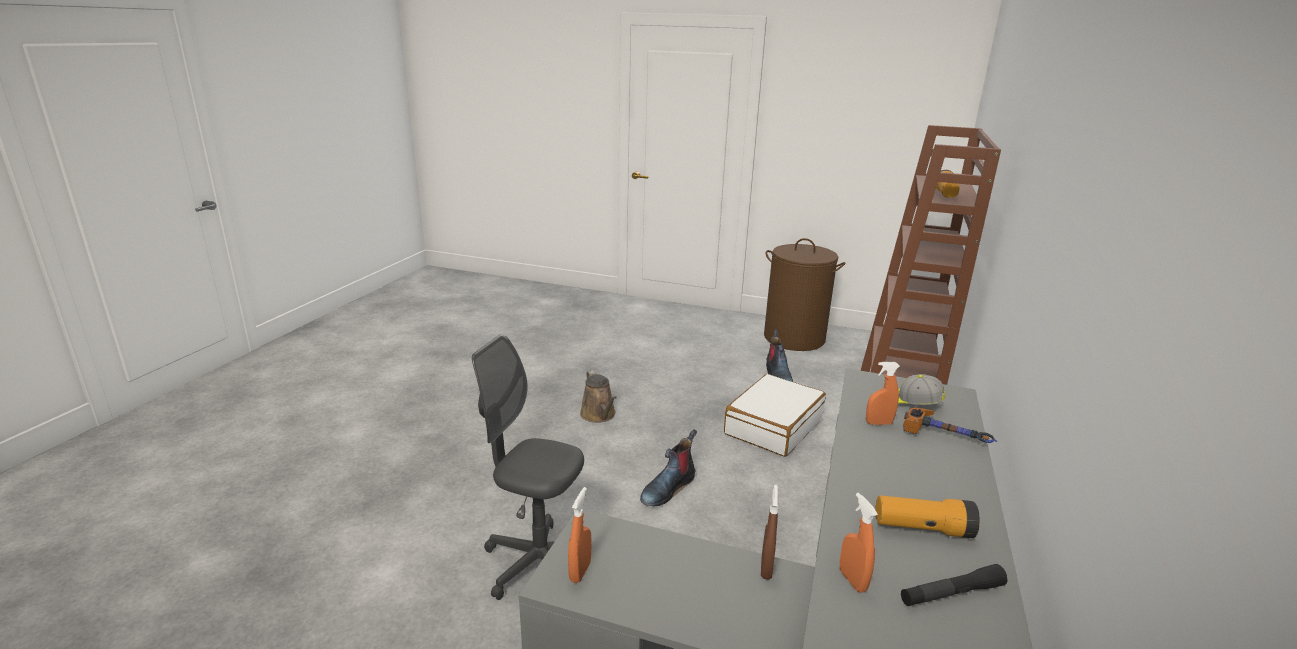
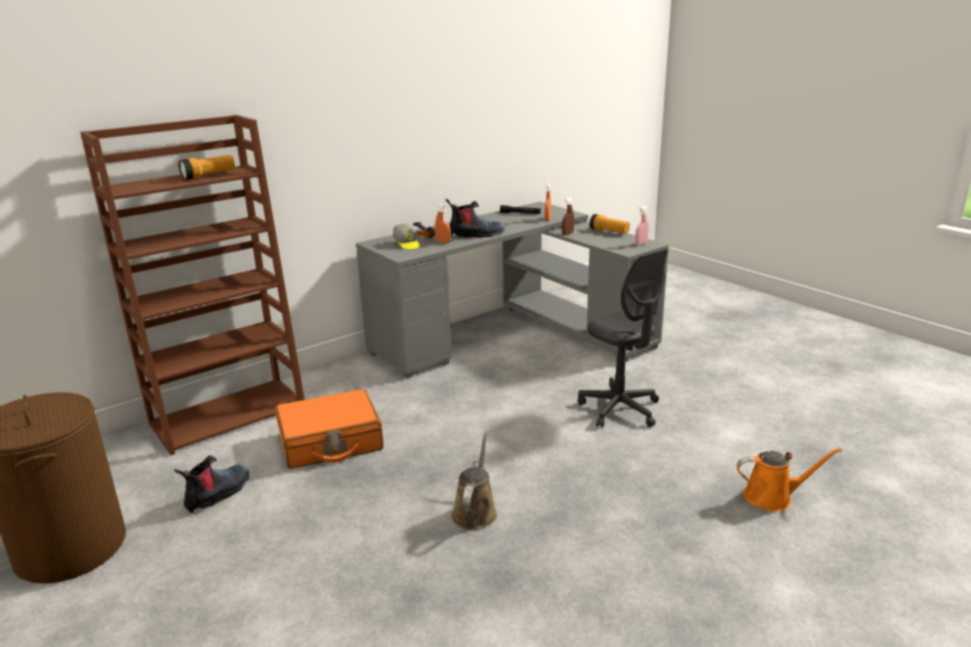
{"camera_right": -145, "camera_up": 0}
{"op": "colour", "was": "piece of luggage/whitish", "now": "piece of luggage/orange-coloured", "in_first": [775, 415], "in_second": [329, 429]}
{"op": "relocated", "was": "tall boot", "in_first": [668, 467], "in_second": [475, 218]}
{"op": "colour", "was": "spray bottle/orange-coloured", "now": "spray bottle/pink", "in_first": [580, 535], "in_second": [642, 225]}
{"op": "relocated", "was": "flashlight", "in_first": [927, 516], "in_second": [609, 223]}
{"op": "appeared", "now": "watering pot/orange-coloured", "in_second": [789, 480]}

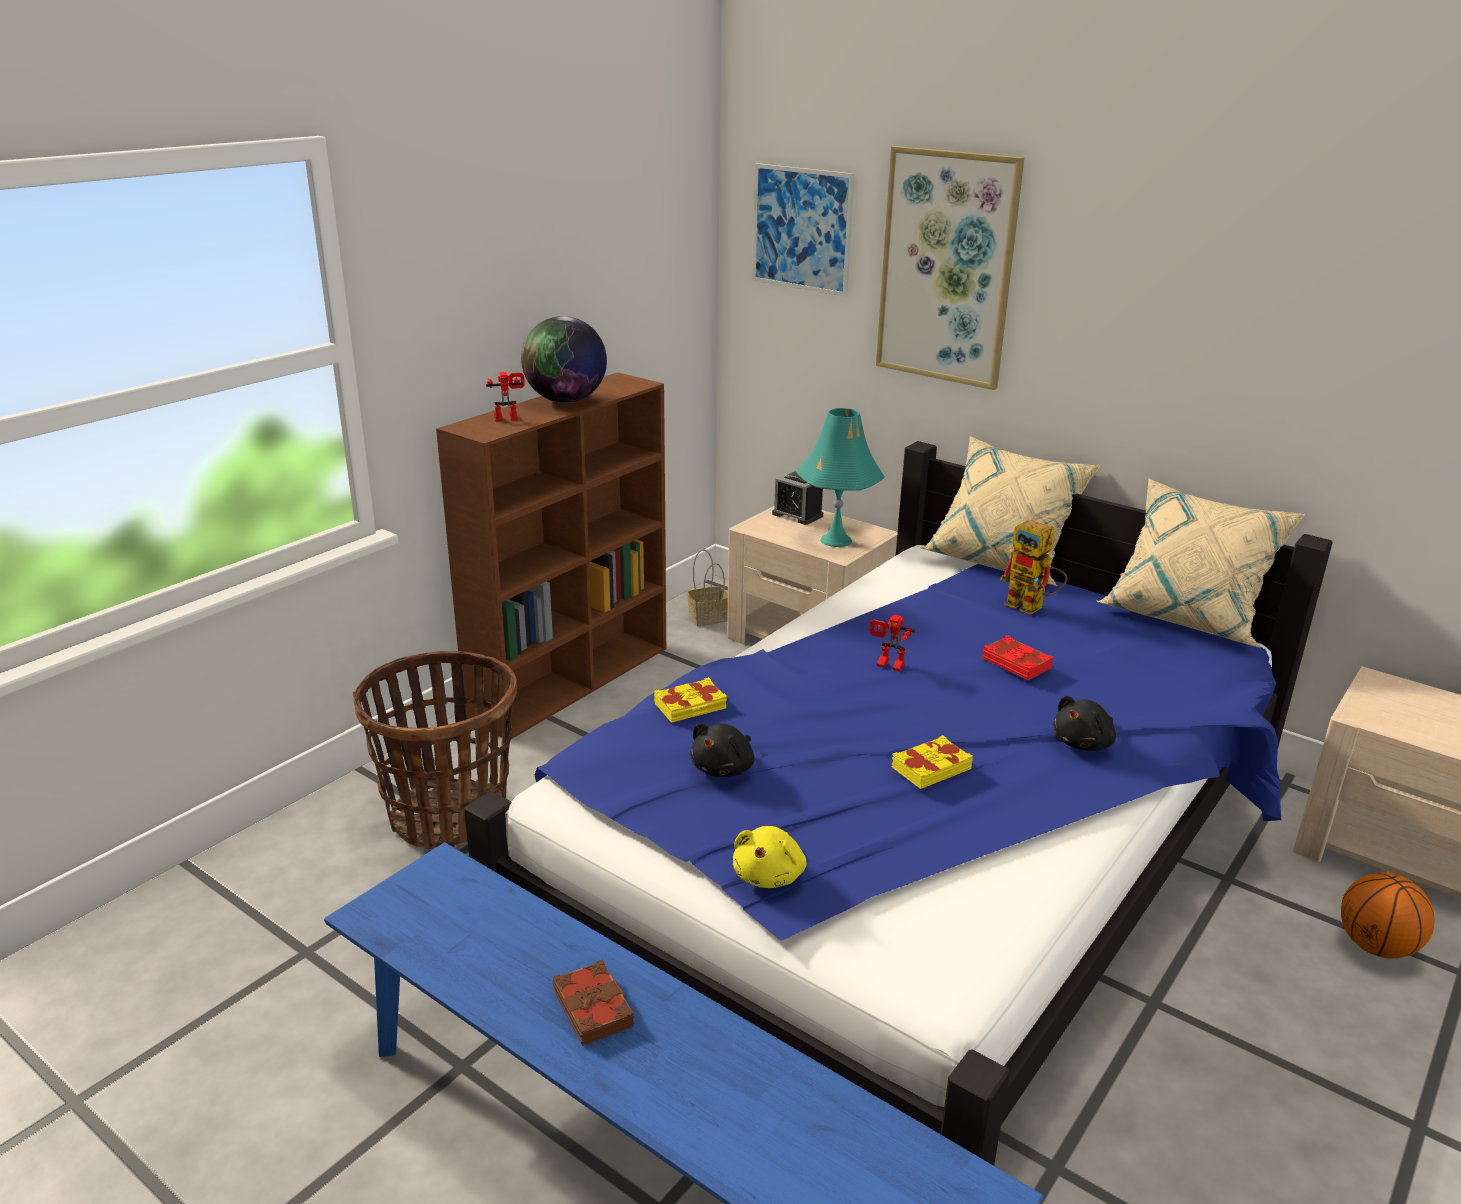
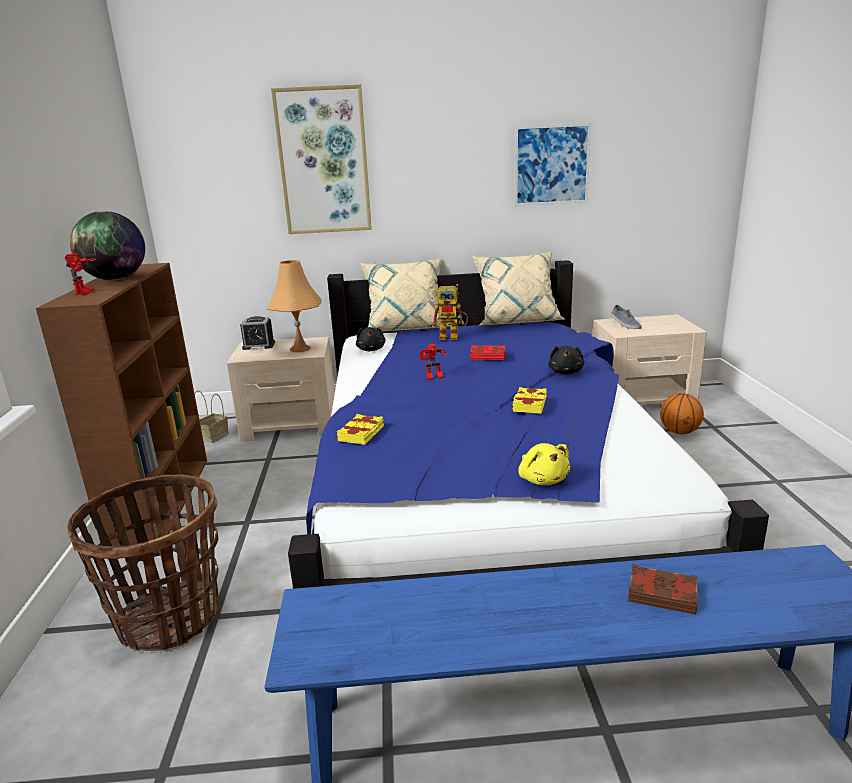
{"camera_right": -40, "camera_up": -5}
{"op": "relocated", "was": "picture", "in_first": [803, 230], "in_second": [553, 164]}
{"op": "spun", "was": "robot figure", "in_first": [505, 397], "in_second": [80, 274], "clockwise": 135}
{"op": "colour", "was": "tabletop lamp/turquoise", "now": "tabletop lamp/orange-coloured", "in_first": [840, 477], "in_second": [294, 306]}
{"op": "relocated", "was": "soft toy/blackish", "in_first": [722, 750], "in_second": [371, 339]}
{"op": "relocated", "was": "volume/brownish", "in_first": [593, 1002], "in_second": [663, 589]}
{"op": "appeared", "now": "item of footwear", "in_second": [626, 317]}

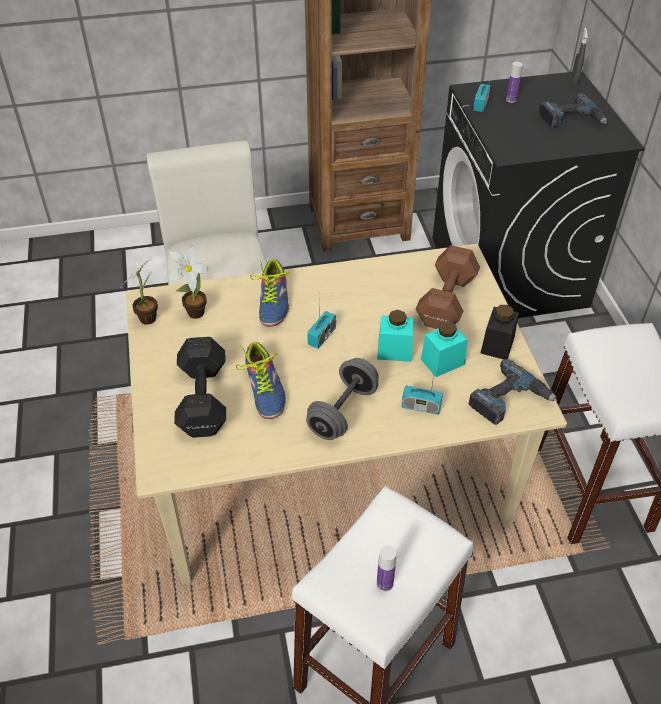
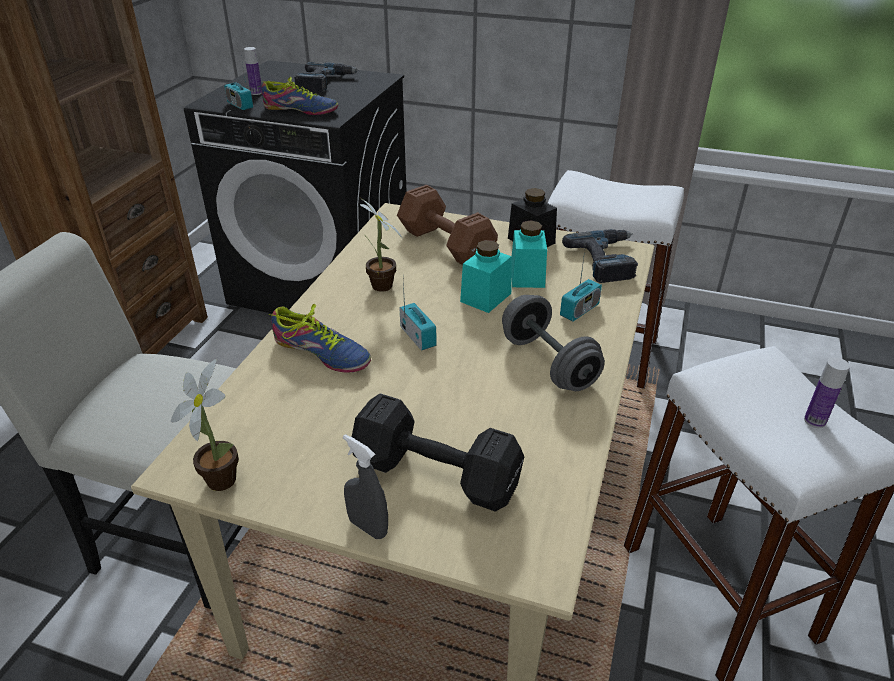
{"camera_right": -60, "camera_up": -10}
{"op": "relocated", "was": "spray bottle/greyish", "in_first": [580, 56], "in_second": [365, 486]}
{"op": "relocated", "was": "houseplant", "in_first": [189, 282], "in_second": [380, 244]}
{"op": "relocated", "was": "item of footwear", "in_first": [260, 380], "in_second": [299, 96]}

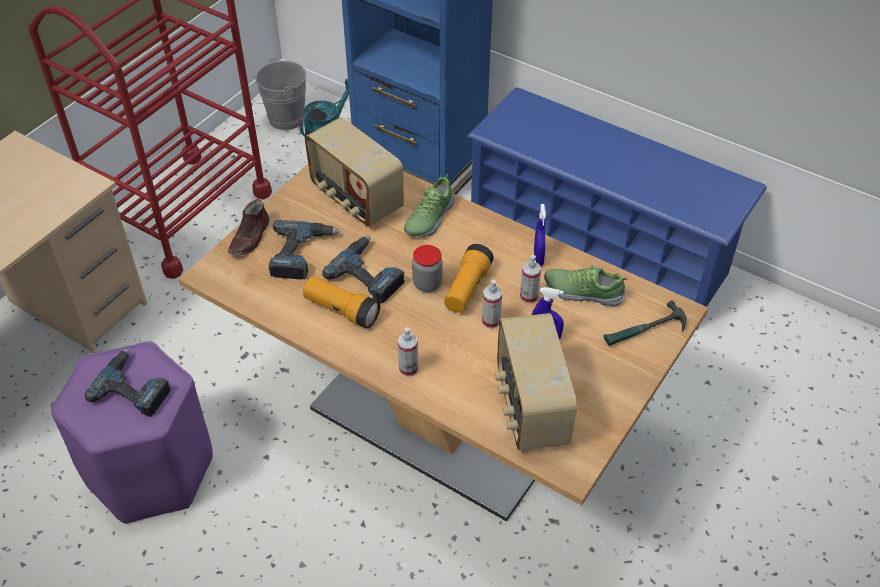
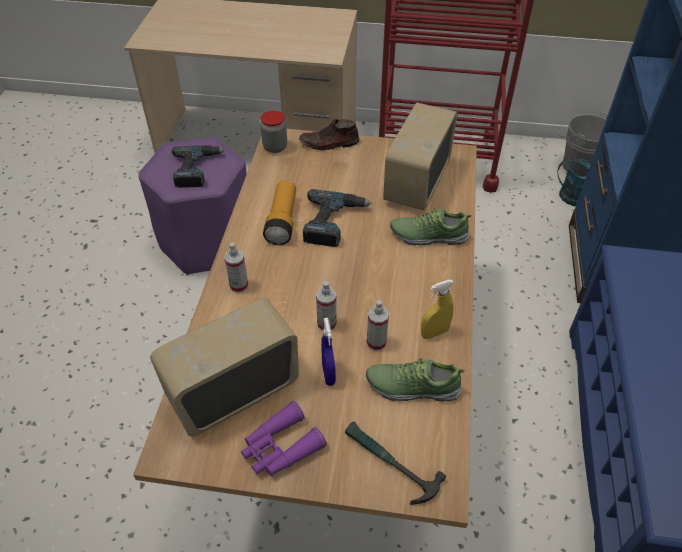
{"camera_right": 65, "camera_up": 0}
{"op": "colour", "was": "spray bottle/blue-coloured", "now": "spray bottle/yellow", "in_first": [540, 235], "in_second": [437, 309]}
{"op": "missing", "was": "power drill", "in_first": [304, 250]}
{"op": "missing", "was": "flashlight", "in_first": [469, 278]}
{"op": "relocated", "was": "jar", "in_first": [427, 268], "in_second": [273, 132]}
{"op": "spun", "was": "item of footwear", "in_first": [586, 285], "in_second": [415, 380], "clockwise": -75}
{"op": "appeared", "now": "field glasses/purple", "in_second": [284, 438]}

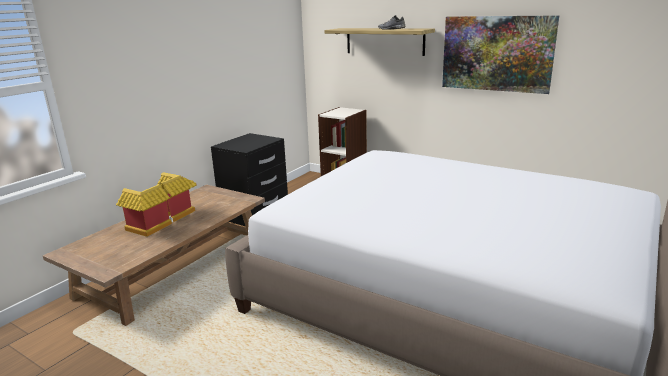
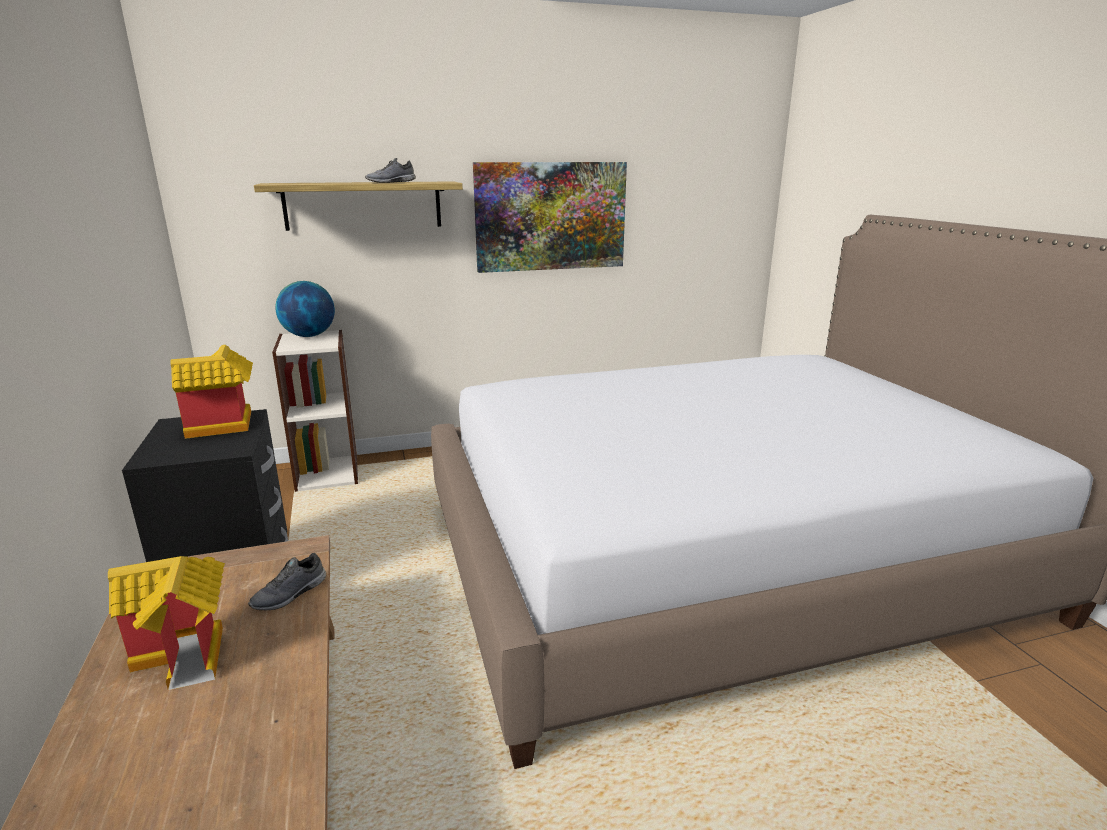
{"camera_right": -50, "camera_up": 0}
{"op": "relocated", "was": "toy house", "in_first": [144, 210], "in_second": [211, 392]}
{"op": "appeared", "now": "world globe", "in_second": [305, 309]}
{"op": "appeared", "now": "item of footwear/greyish", "in_second": [287, 581]}

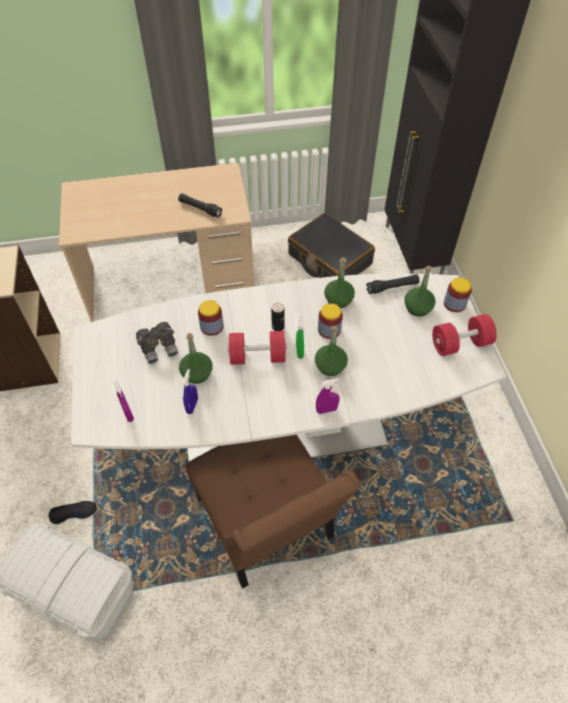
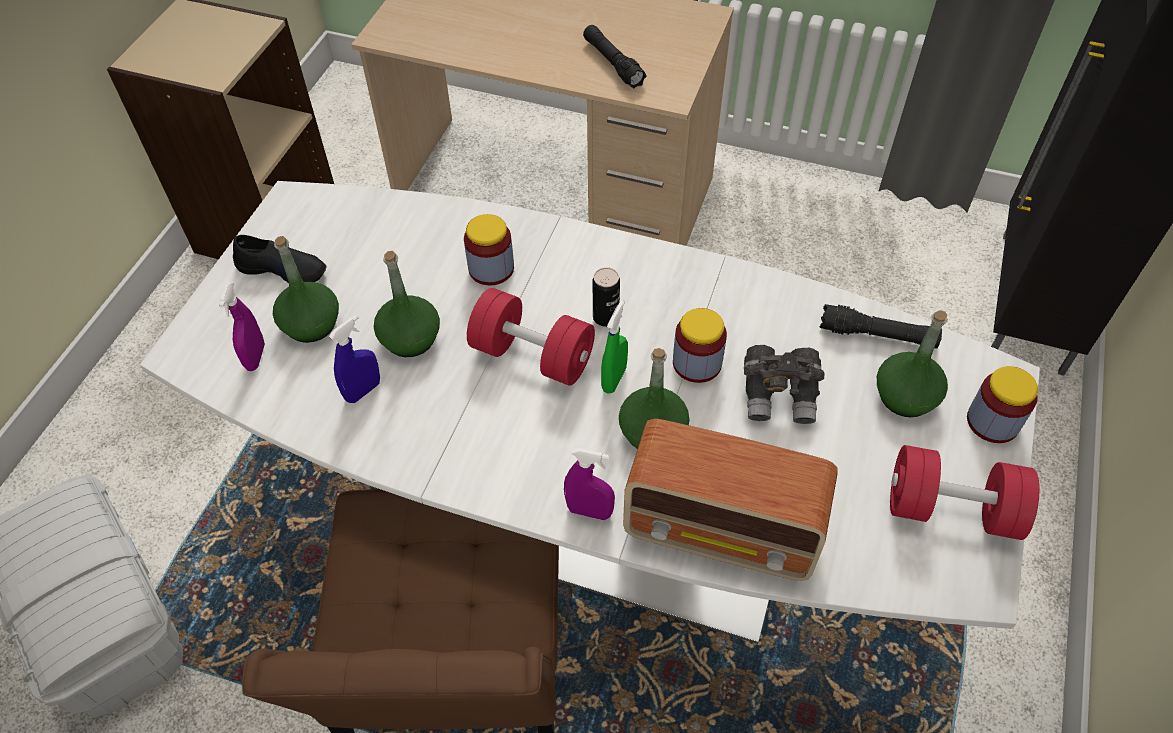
{"camera_right": 30, "camera_up": 0}
{"op": "missing", "was": "piece of luggage/blackish", "in_first": [331, 245]}
{"op": "relocated", "was": "bottle/green-coloured", "in_first": [339, 282], "in_second": [306, 289]}
{"op": "relocated", "was": "field glasses/greyish", "in_first": [157, 343], "in_second": [784, 384]}
{"op": "relocated", "was": "item of footwear/blackish", "in_first": [73, 512], "in_second": [279, 259]}
{"op": "appeared", "now": "radio", "in_second": [730, 500]}

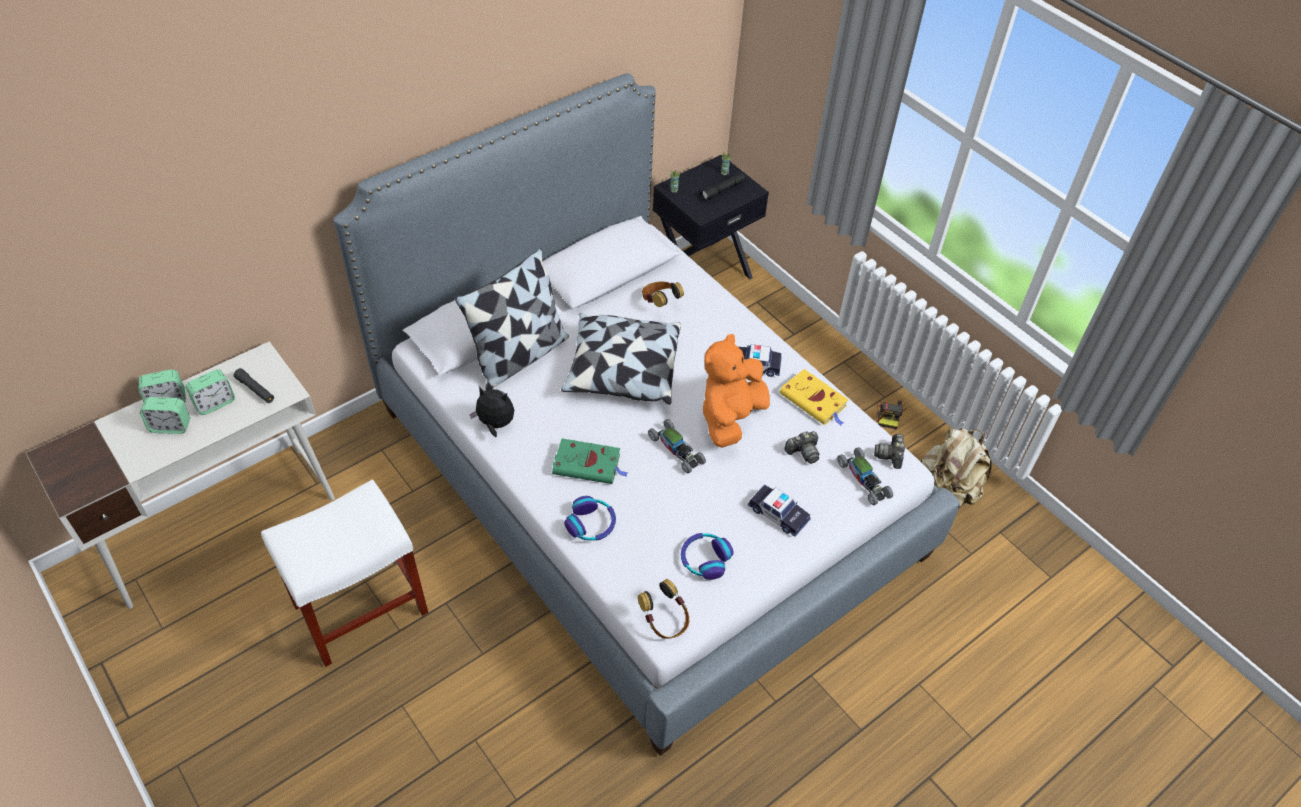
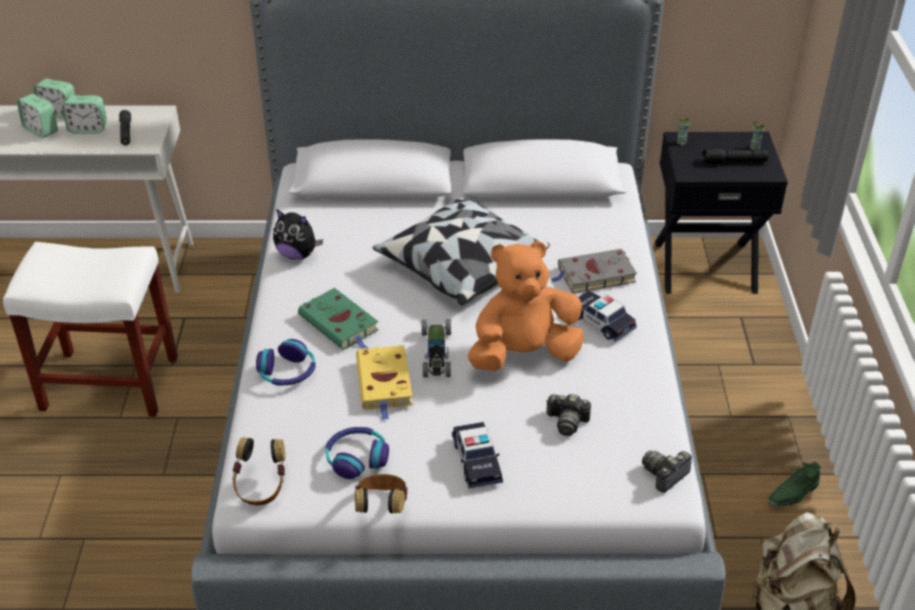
{"camera_right": 40, "camera_up": -10}
{"op": "missing", "was": "throw pillow", "in_first": [512, 319]}
{"op": "relocated", "was": "headphones", "in_first": [663, 294], "in_second": [381, 493]}
{"op": "relocated", "was": "volume/yellow", "in_first": [814, 397], "in_second": [384, 382]}
{"op": "spun", "was": "soft toy", "in_first": [492, 411], "in_second": [298, 234], "clockwise": 150}
{"op": "exchanged", "was": "still camera", "now": "item of footwear/green-coloured", "in_first": [891, 415], "in_second": [794, 484]}
{"op": "missing", "was": "toy car", "in_first": [865, 476]}
{"op": "appeared", "now": "volume/greyish", "in_second": [594, 271]}

